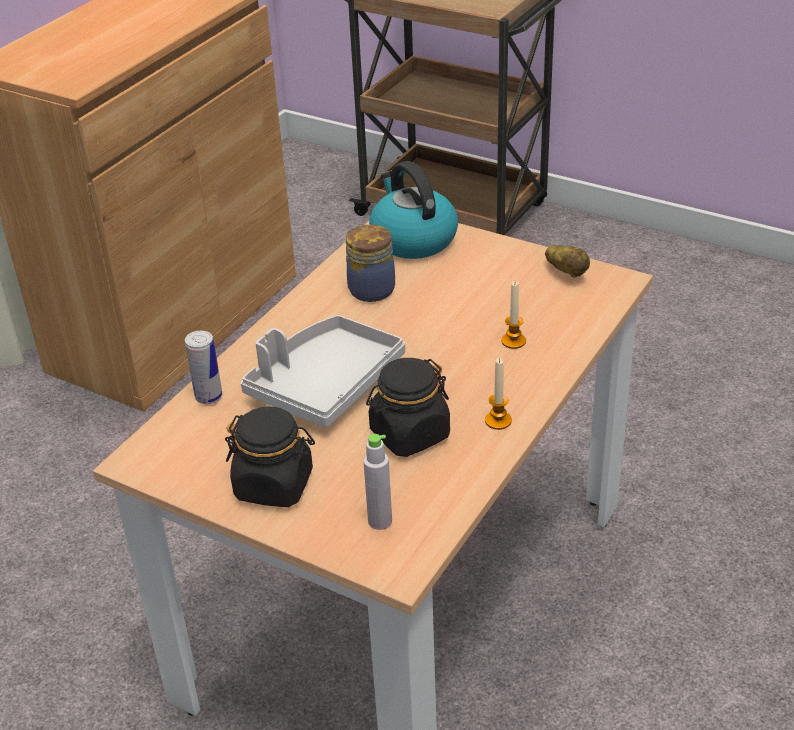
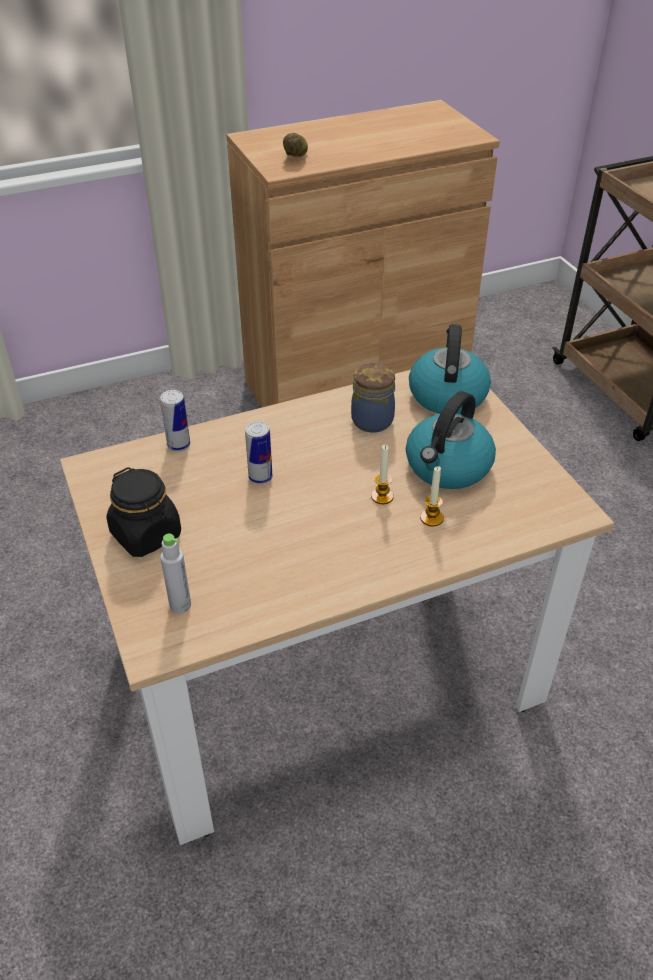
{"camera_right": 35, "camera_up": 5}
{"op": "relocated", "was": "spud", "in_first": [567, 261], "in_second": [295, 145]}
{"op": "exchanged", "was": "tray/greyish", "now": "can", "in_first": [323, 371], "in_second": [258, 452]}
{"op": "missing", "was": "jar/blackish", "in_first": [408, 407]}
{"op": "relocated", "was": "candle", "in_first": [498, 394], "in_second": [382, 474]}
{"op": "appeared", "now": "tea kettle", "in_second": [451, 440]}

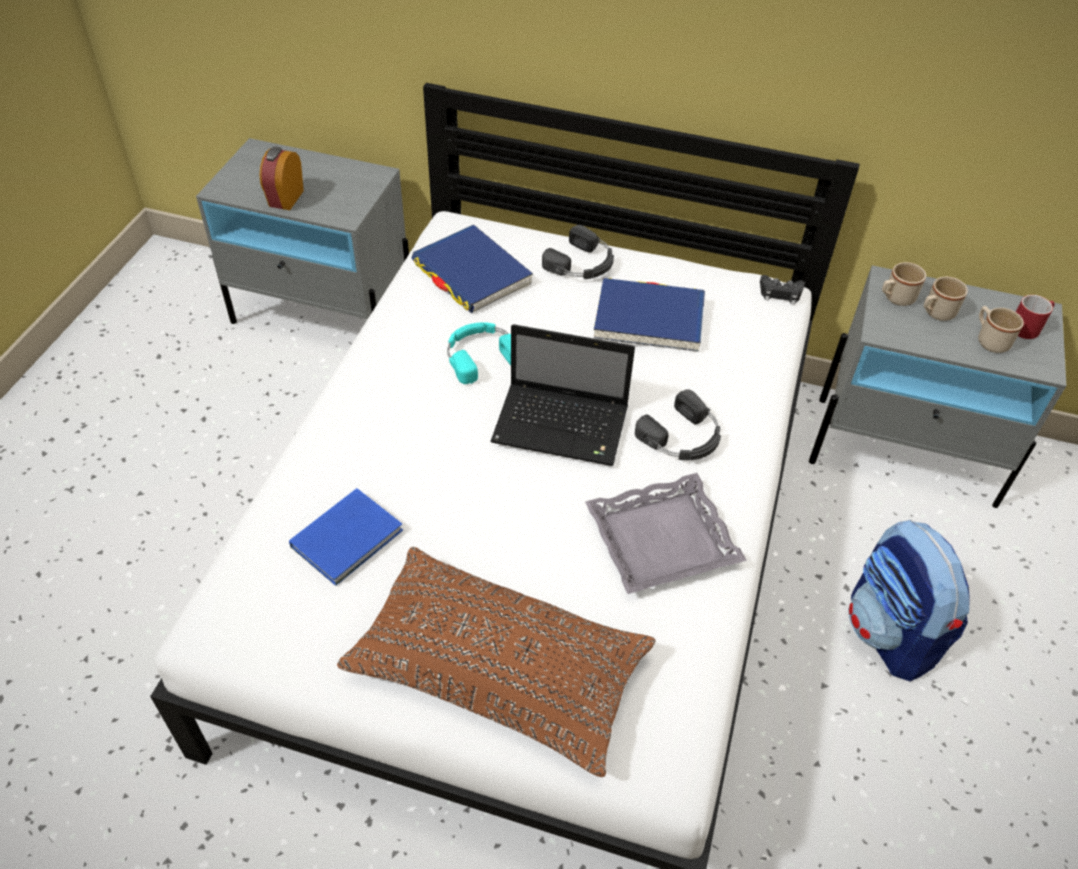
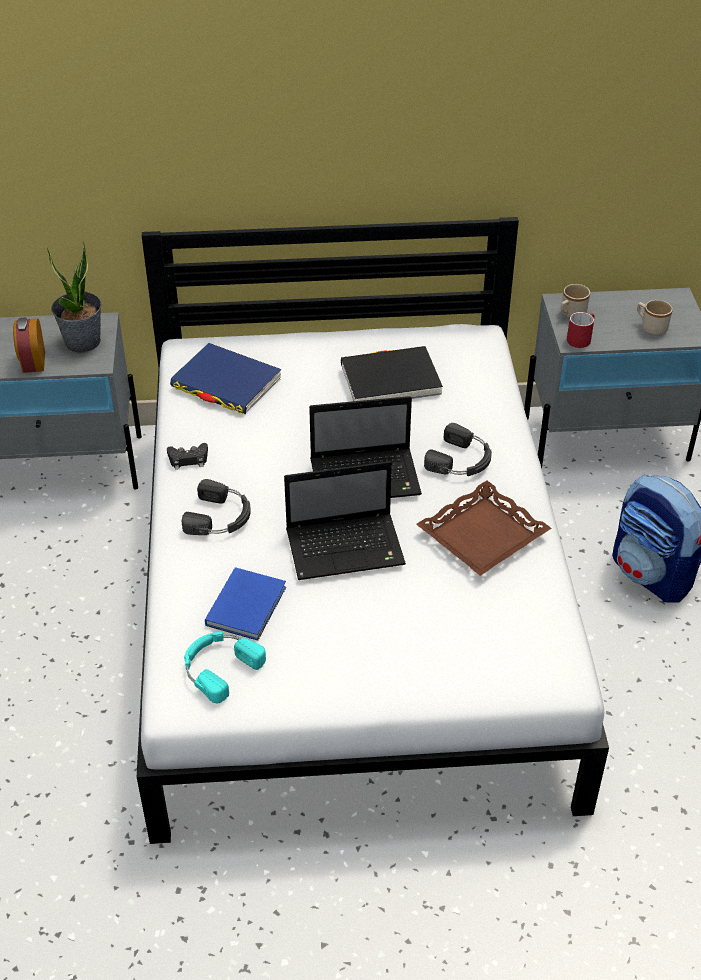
{"camera_right": -20, "camera_up": -5}
{"op": "relocated", "was": "headphones/blackish", "in_first": [578, 252], "in_second": [216, 507]}
{"op": "relocated", "was": "game controller/blackish", "in_first": [782, 290], "in_second": [187, 456]}
{"op": "missing", "was": "coffee mug/beige-coloured", "in_first": [946, 299]}
{"op": "colour", "was": "volume/blue-coloured", "now": "volume/blackish", "in_first": [649, 315], "in_second": [392, 373]}
{"op": "relocated", "was": "coffee mug/reddish", "in_first": [1035, 317], "in_second": [580, 330]}
{"op": "relocated", "was": "headphones/turquoise", "in_first": [479, 353], "in_second": [225, 667]}
{"op": "colour", "was": "tray/greyish", "now": "tray/brownish", "in_first": [666, 533], "in_second": [484, 528]}
{"op": "missing", "was": "throw pillow/brownish", "in_first": [496, 662]}
{"op": "appeared", "now": "houseplant", "in_second": [74, 297]}
{"op": "appeared", "now": "laptop", "in_second": [345, 520]}

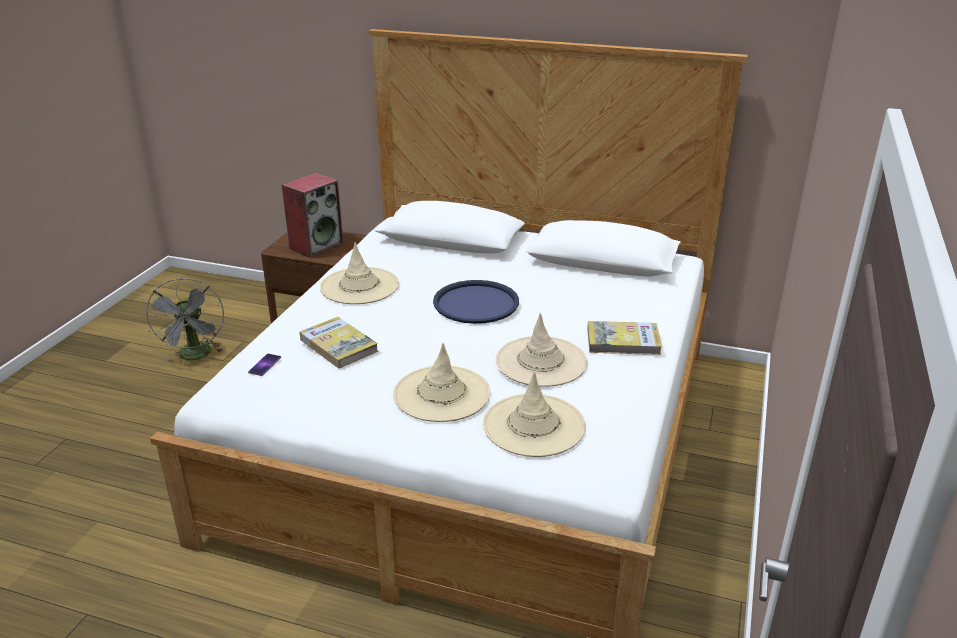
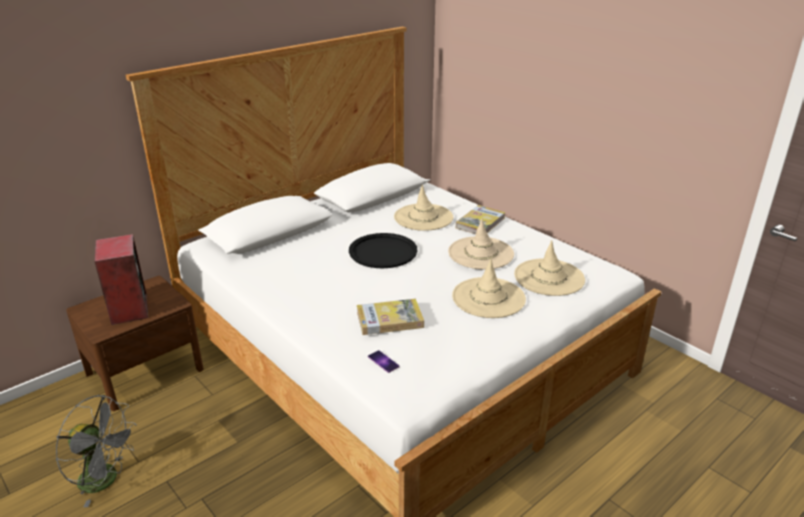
{"camera_right": -60, "camera_up": 0}
{"op": "relocated", "was": "wearable hat/beige-coloured", "in_first": [359, 273], "in_second": [423, 207]}
{"op": "colour", "was": "tray/blue-coloured", "now": "tray/blackish", "in_first": [476, 302], "in_second": [383, 250]}

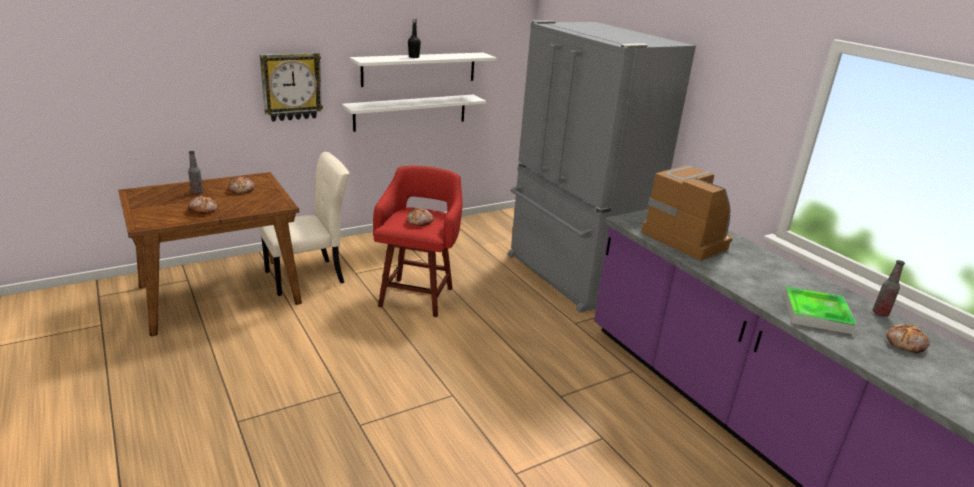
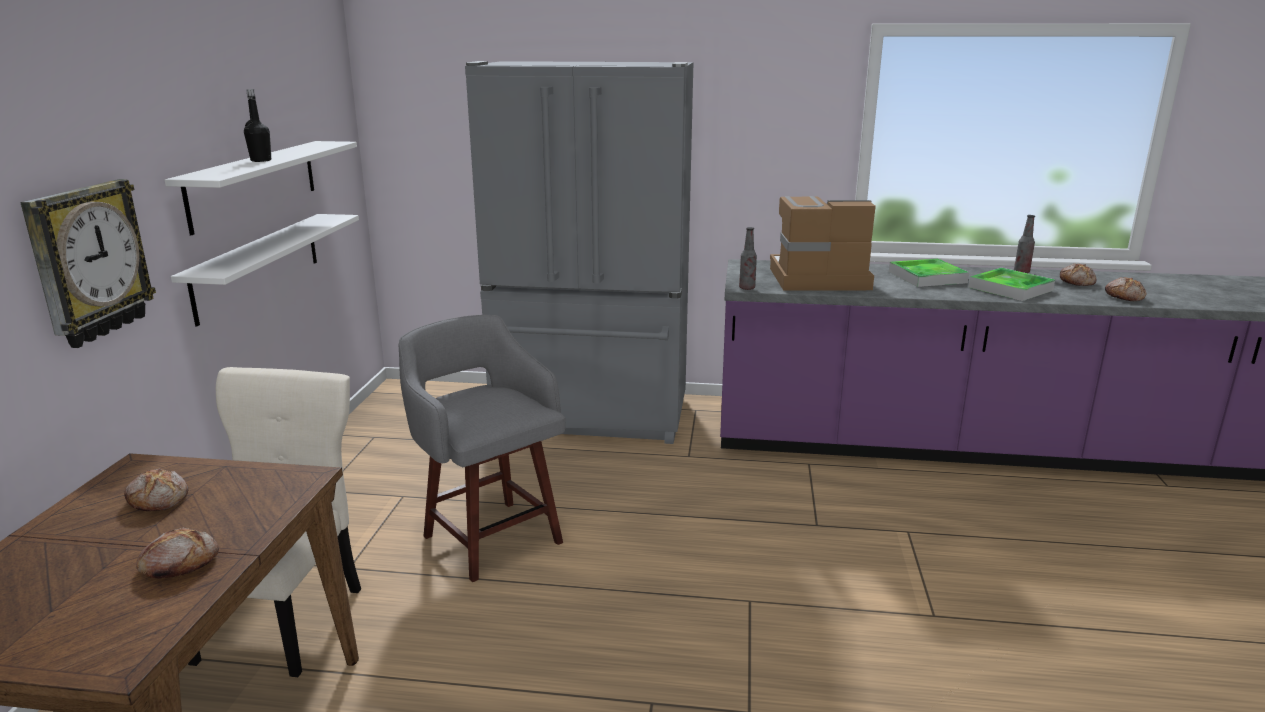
{"camera_right": -50, "camera_up": -5}
{"op": "relocated", "was": "bottle", "in_first": [195, 173], "in_second": [748, 258]}
{"op": "colour", "was": "stool/reddish", "now": "stool/greyish", "in_first": [418, 241], "in_second": [481, 448]}
{"op": "relocated", "was": "baked bread", "in_first": [420, 217], "in_second": [1125, 289]}
{"op": "appeared", "now": "tray", "in_second": [929, 273]}

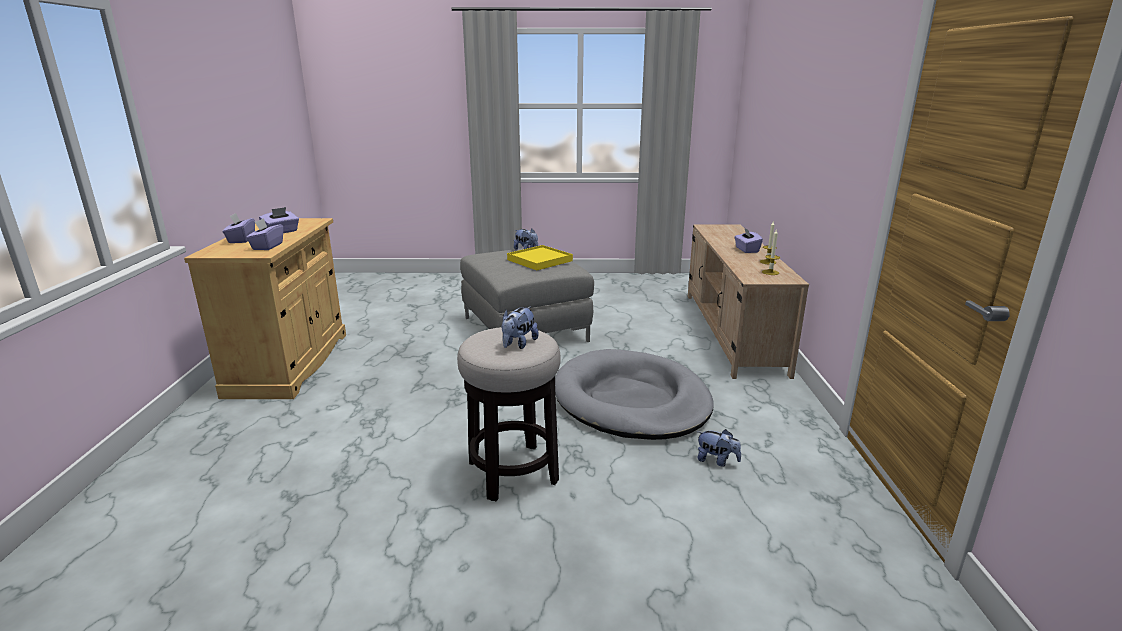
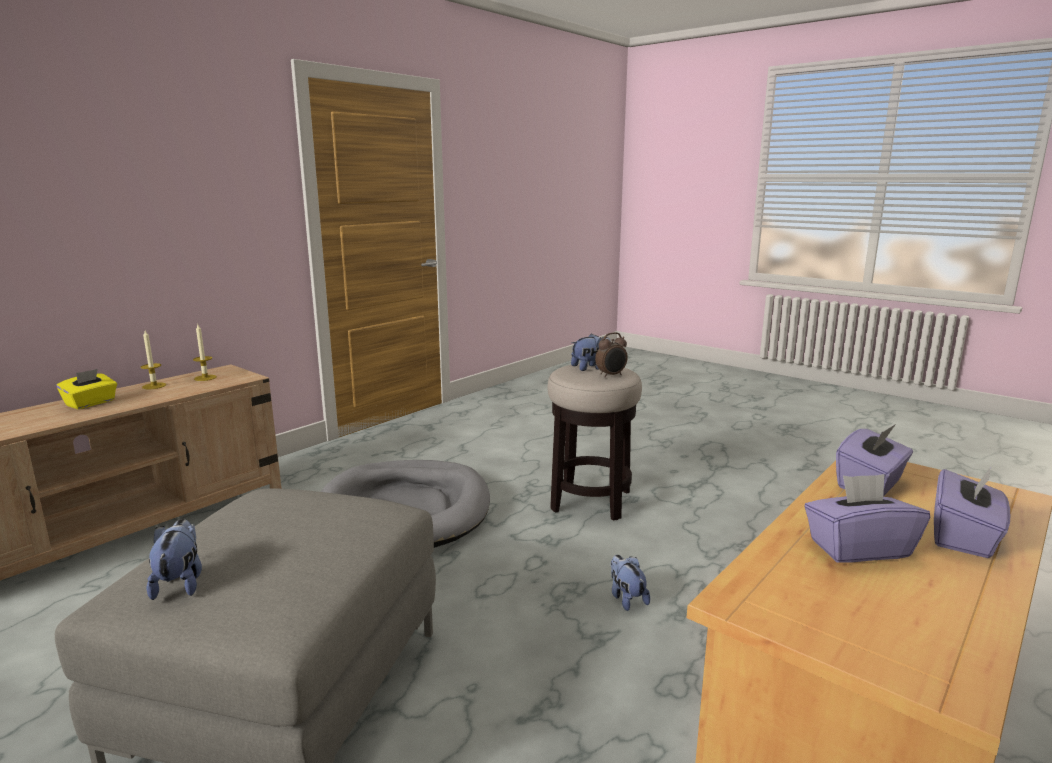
{"camera_right": -140, "camera_up": -5}
{"op": "colour", "was": "tissue box/purple", "now": "tissue box/yellow", "in_first": [748, 240], "in_second": [86, 389]}
{"op": "missing", "was": "tray/yellow", "in_first": [540, 257]}
{"op": "relocated", "was": "soft toy", "in_first": [719, 448], "in_second": [630, 583]}
{"op": "appeared", "now": "bedside clock", "in_second": [611, 354]}

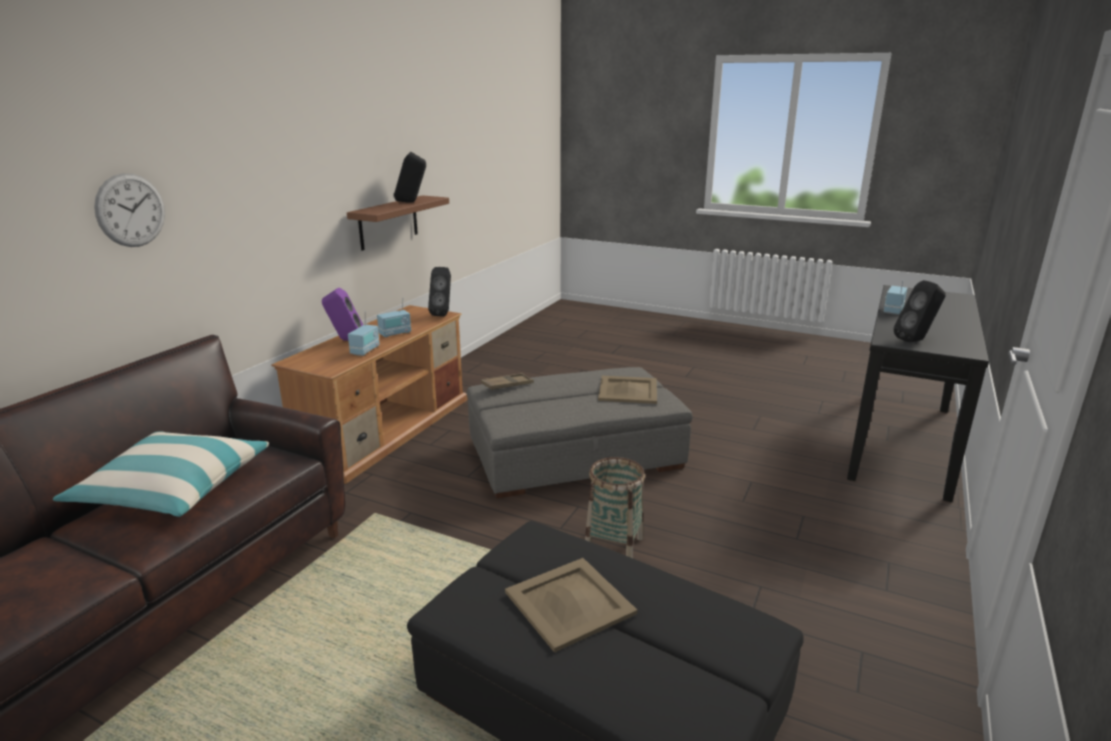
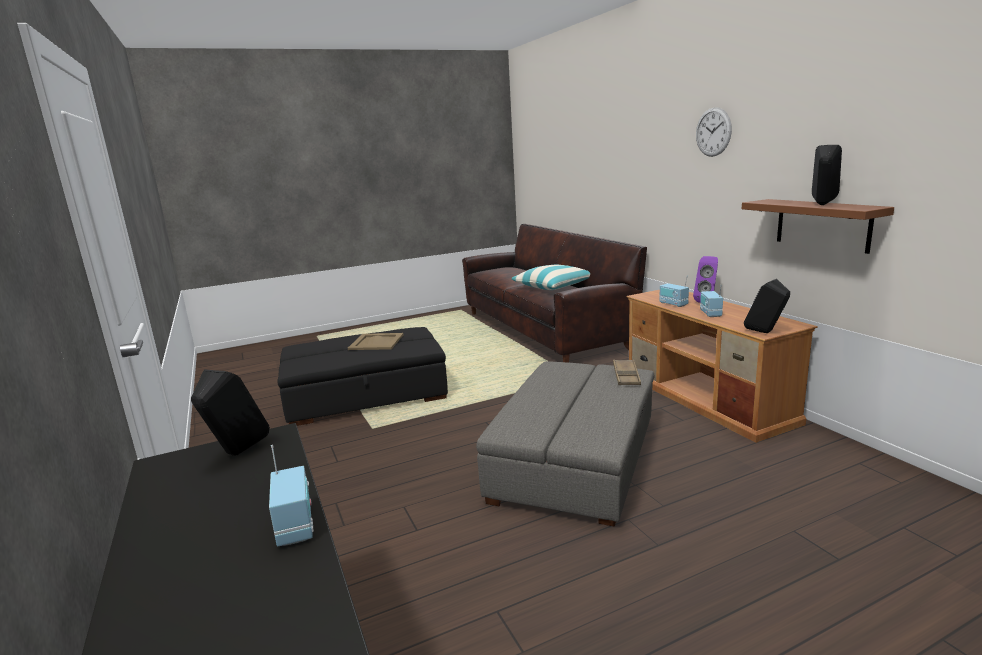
{"camera_right": 130, "camera_up": -5}
{"op": "relocated", "was": "hanging clock", "in_first": [129, 210], "in_second": [714, 132]}
{"op": "missing", "was": "tray/beige-coloured", "in_first": [627, 390]}
{"op": "missing", "was": "household basket", "in_first": [615, 507]}

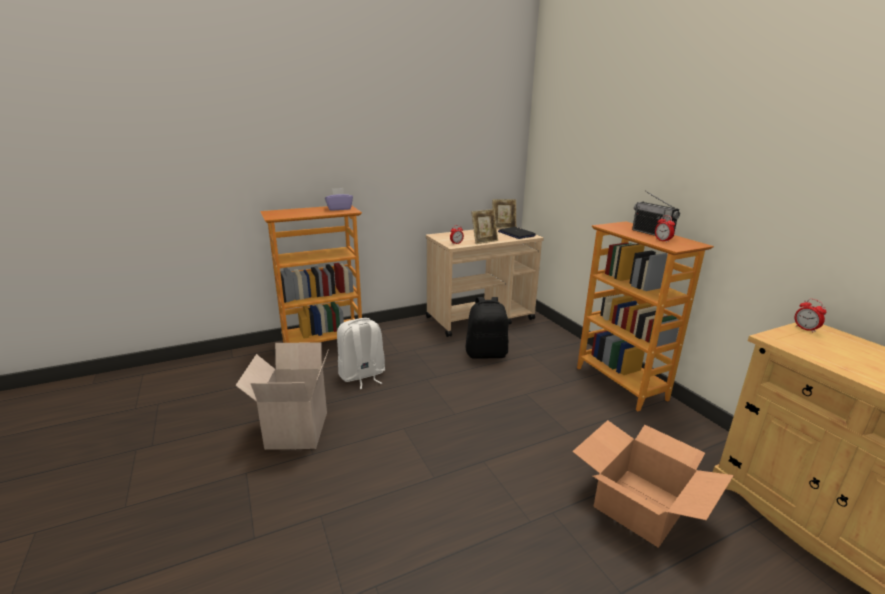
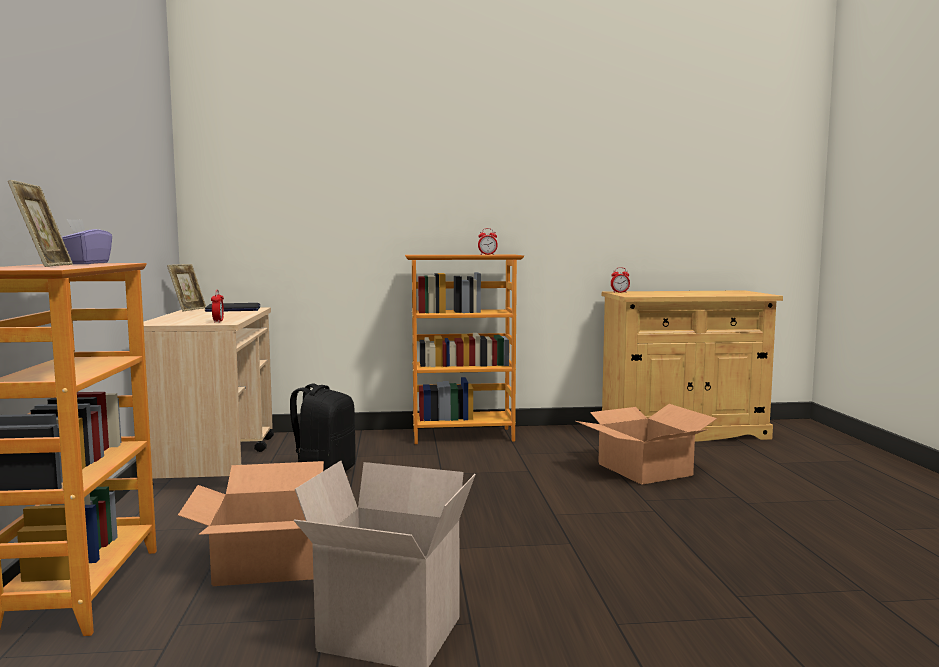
{"camera_right": -70, "camera_up": -15}
{"op": "missing", "was": "radio", "in_first": [656, 214]}
{"op": "relocated", "was": "standing frame", "in_first": [484, 226], "in_second": [40, 223]}
{"op": "exchanged", "was": "backpack/whitish", "now": "packing box", "in_first": [361, 353], "in_second": [251, 523]}

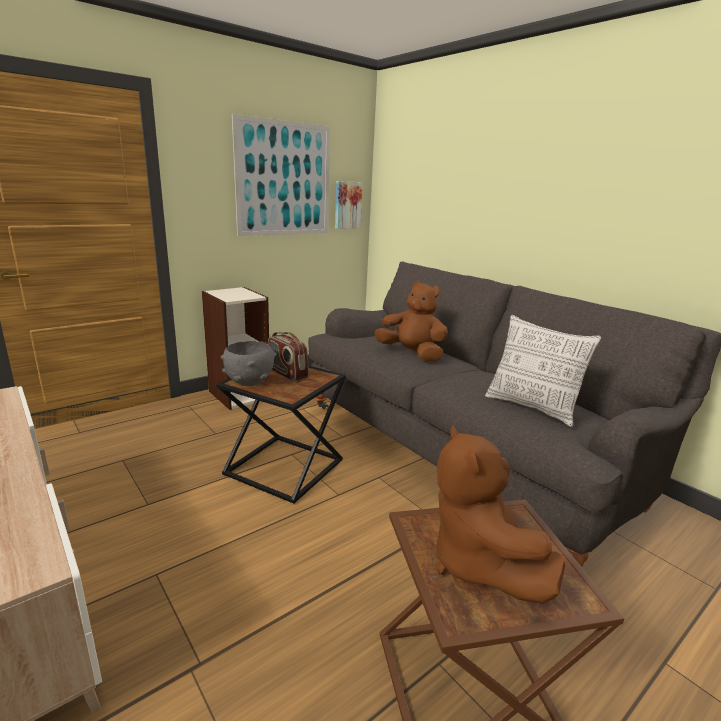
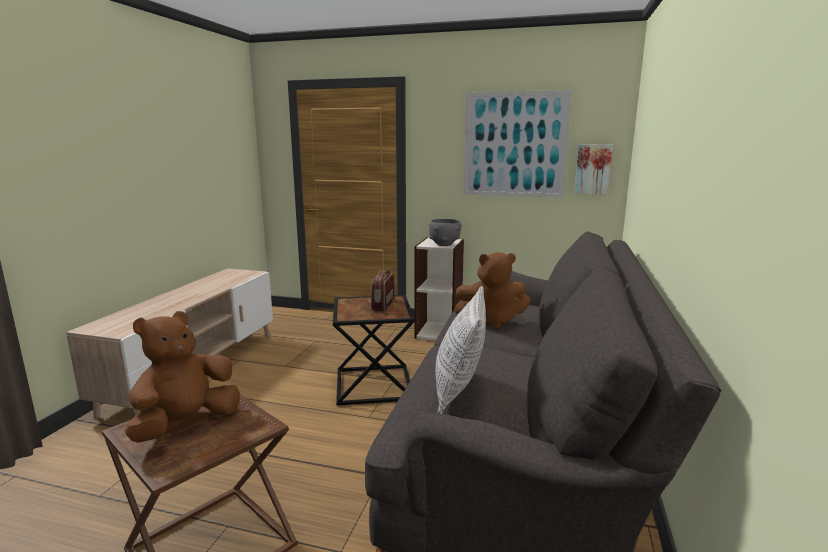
{"camera_right": 55, "camera_up": -5}
{"op": "spun", "was": "soft toy/brownish", "in_first": [411, 321], "in_second": [492, 291], "clockwise": 90}
{"op": "relocated", "was": "serving bowl/greyish", "in_first": [248, 363], "in_second": [445, 232]}

